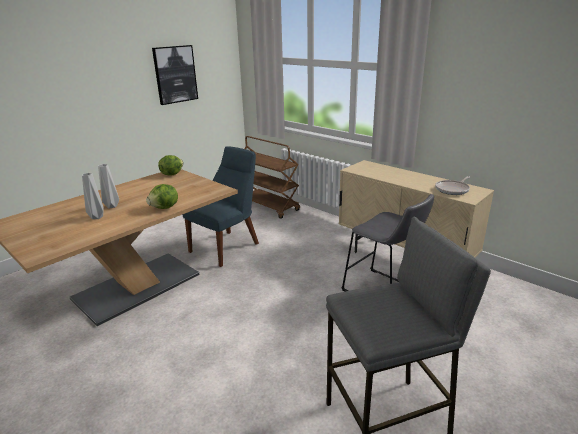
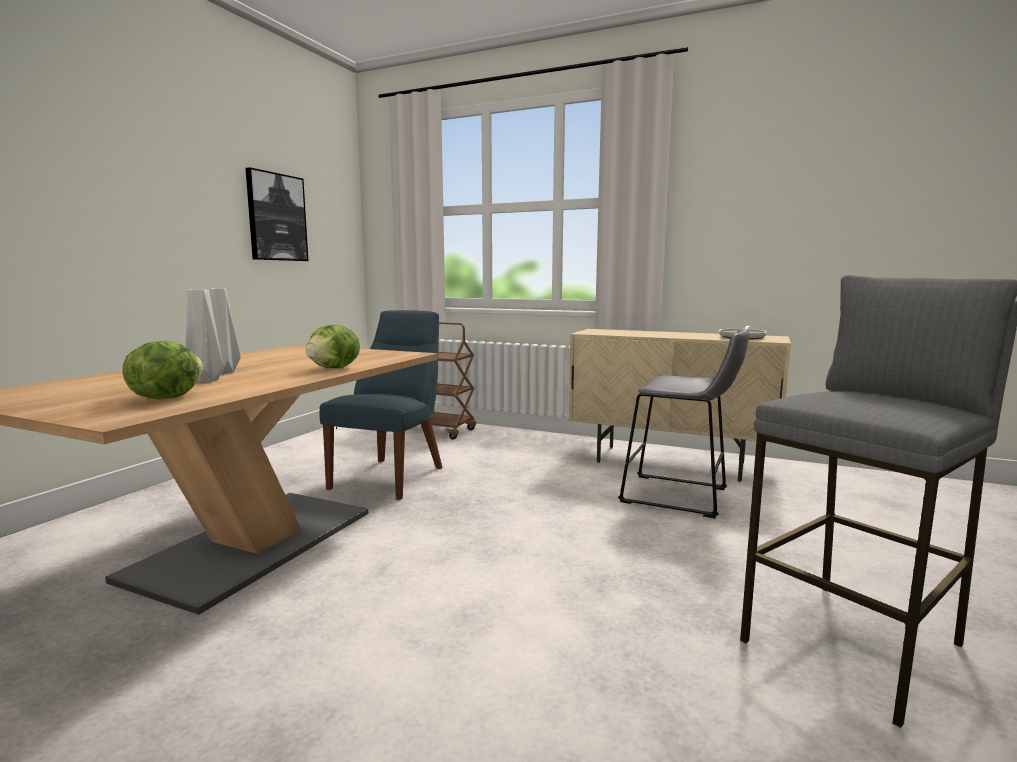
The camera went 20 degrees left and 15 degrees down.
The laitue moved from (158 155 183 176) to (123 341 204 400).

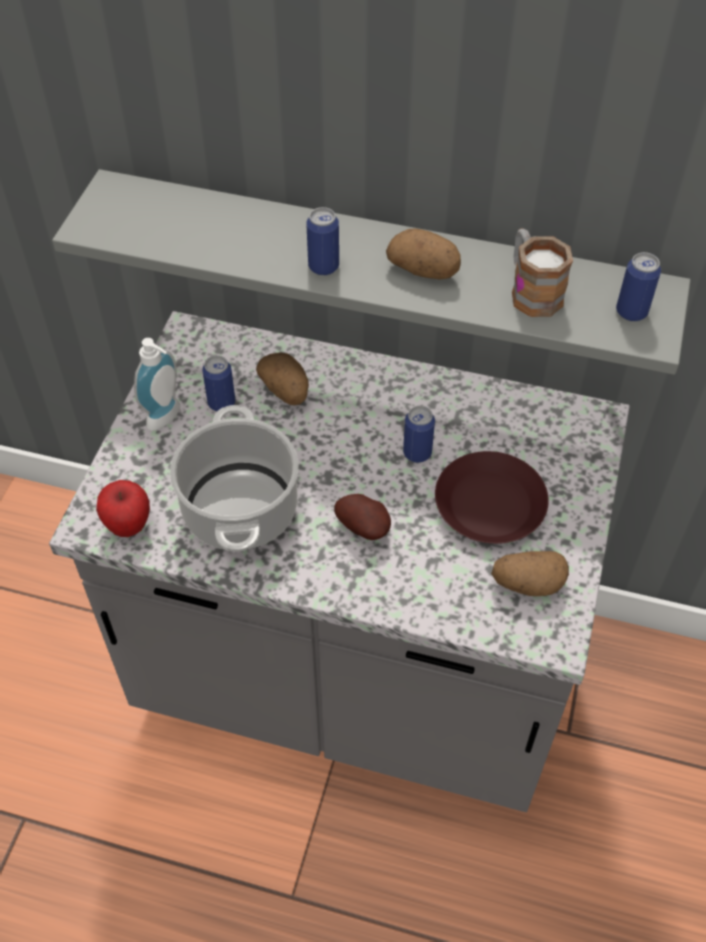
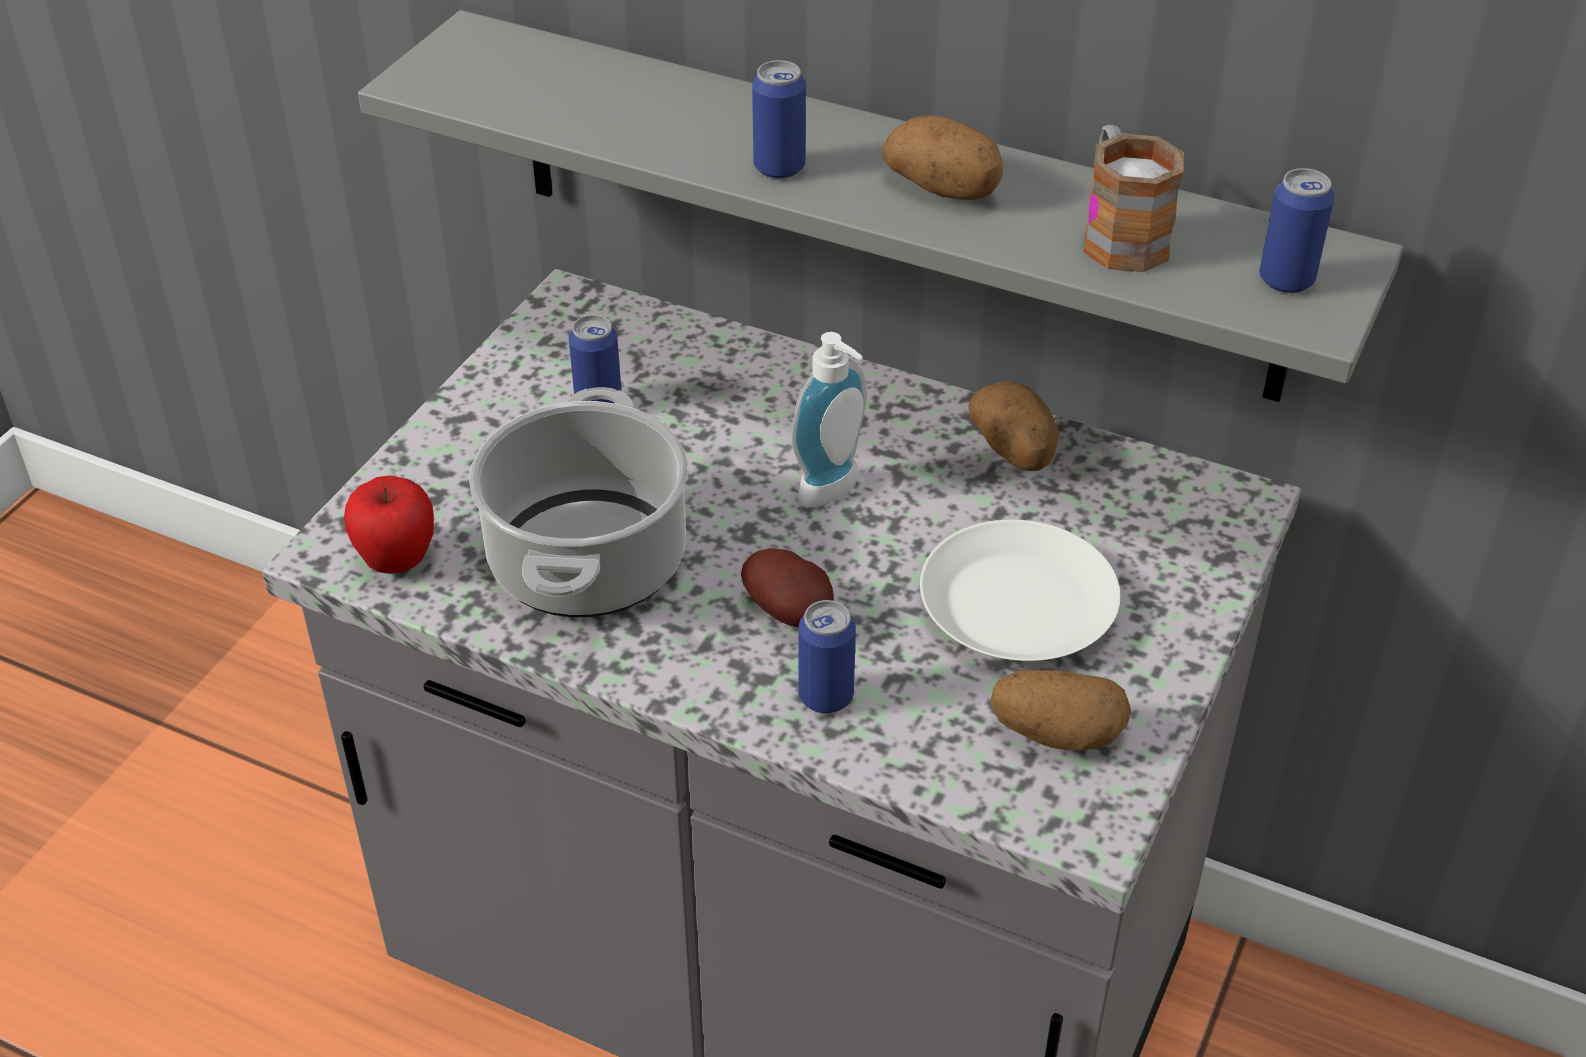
The camera went 10 degrees right and 10 degrees down.
The distributeur de savon moved from (134 338 180 431) to (792 332 867 508).
The pomme de terre moved from (256 352 309 405) to (968 382 1059 471).
The boîte métallique moved from (403 406 435 463) to (798 600 856 714).
The assiette/marron at (435 451 549 544) became the assiette/blanc at (920 520 1120 661).

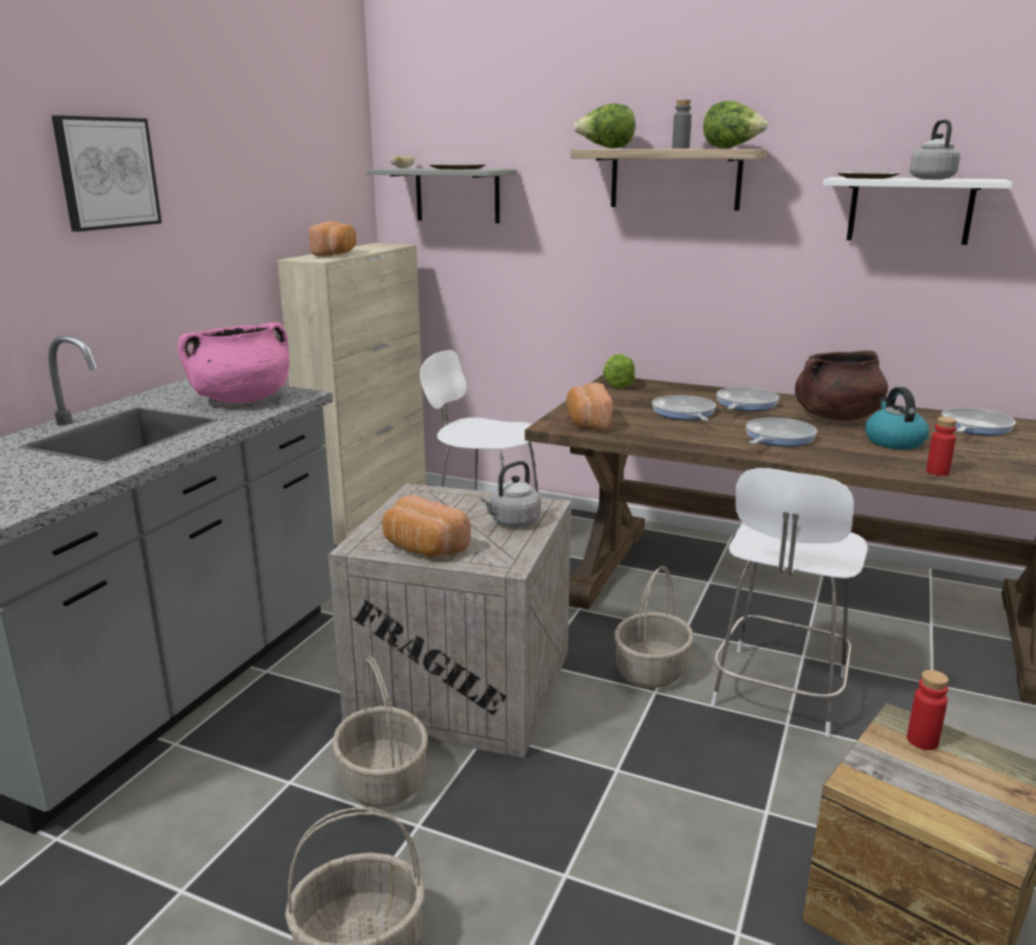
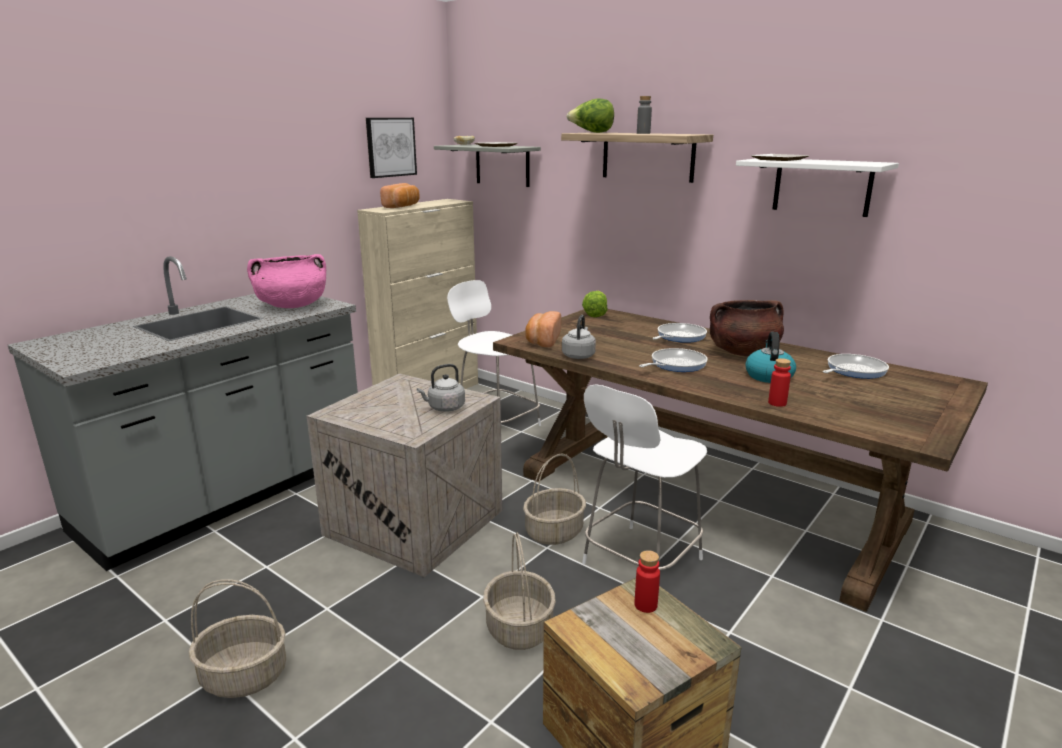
The camera went 15 degrees right and 0 degrees up.
The tableau moved from (52 115 162 232) to (366 118 417 178).
The panier moved from (332 657 428 807) to (483 533 556 650).
The pain at (382 495 471 557) disappeared.
The poêle at (652 395 716 421) disappeared.
The laitue at (703 101 768 149) disappeared.
The bouilloire/gris moved from (909 119 960 180) to (562 315 596 359).

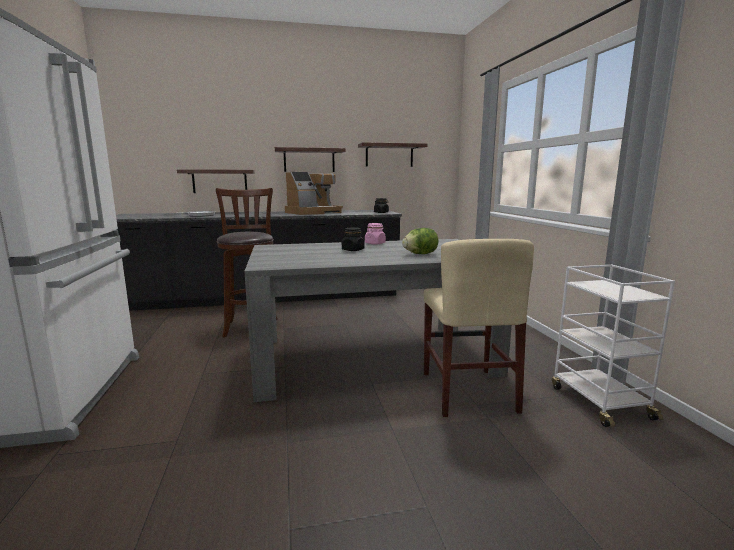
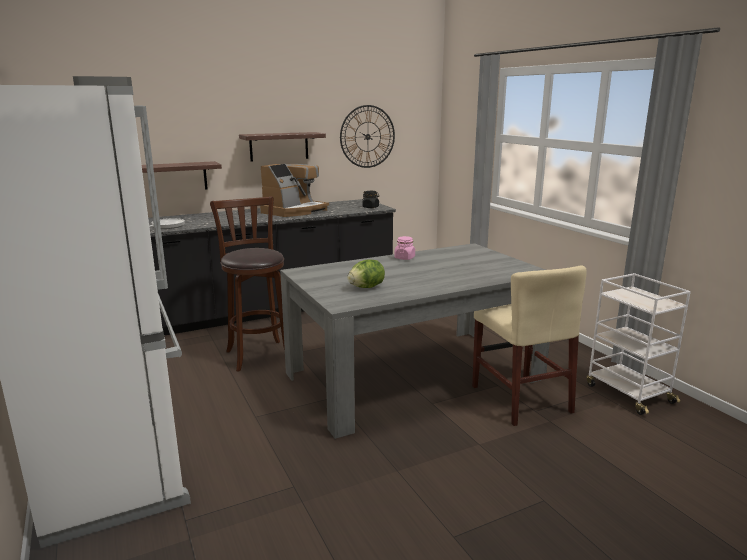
The camera went 15 degrees left and 5 degrees up.
The bocal/noir at (342 228 365 251) disappeared.
The étagère at (358 142 428 167) was replaced by the horloge murale at (340 105 395 168).
The laitue moved from (402 228 438 254) to (347 260 385 288).

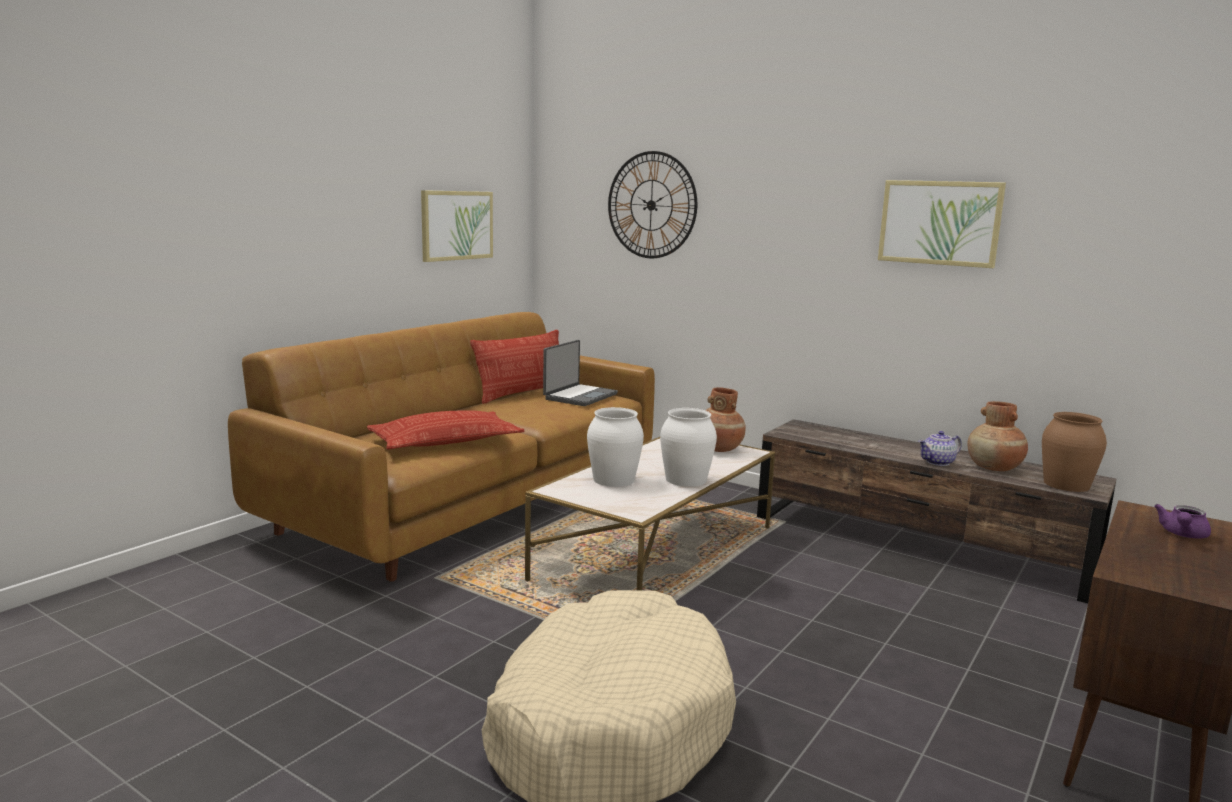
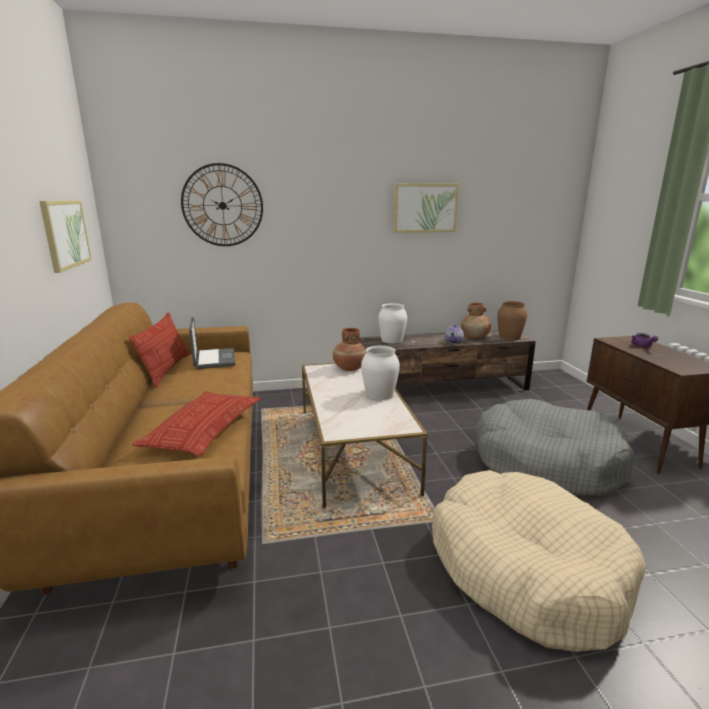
The camera went 45 degrees left and 5 degrees up.
The vase/blanc moved from (587 407 644 487) to (378 303 407 343).
The panier pour chien/gris at (476 399 635 496) appeared.

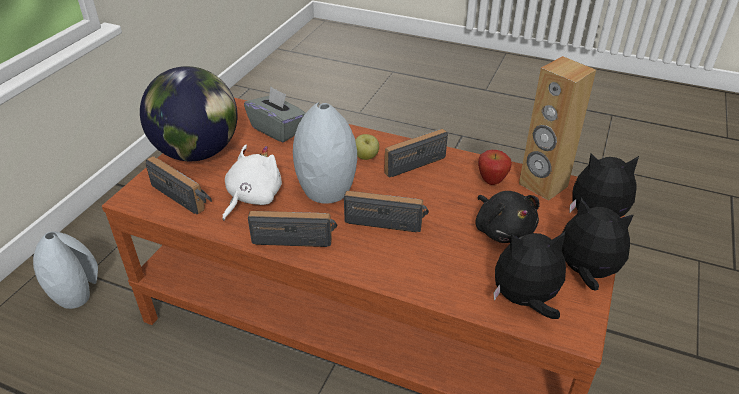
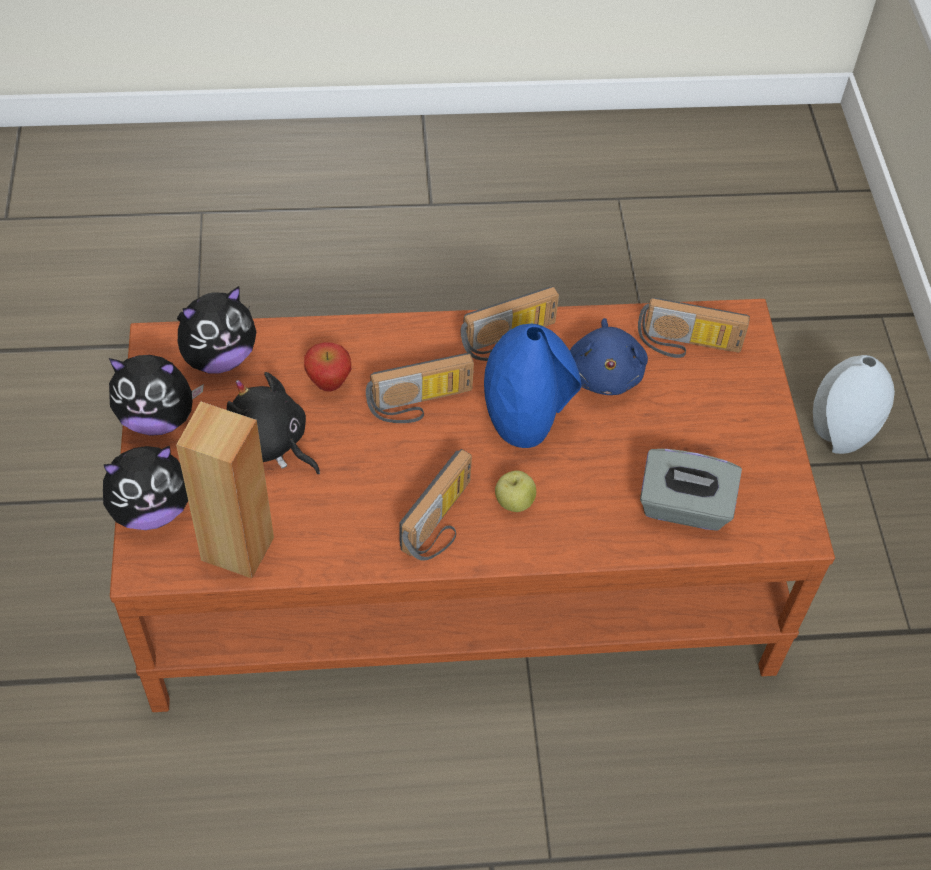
The camera went 150 degrees right and 15 degrees up.
The globe at (140 66 238 161) disappeared.
The peluche/blanc at (222 144 282 221) became the peluche/bleu at (570 318 648 395).
The vase/gris at (293 102 357 204) became the vase/bleu at (484 324 582 448).
The pomme moved from (478 150 512 185) to (304 342 351 391).

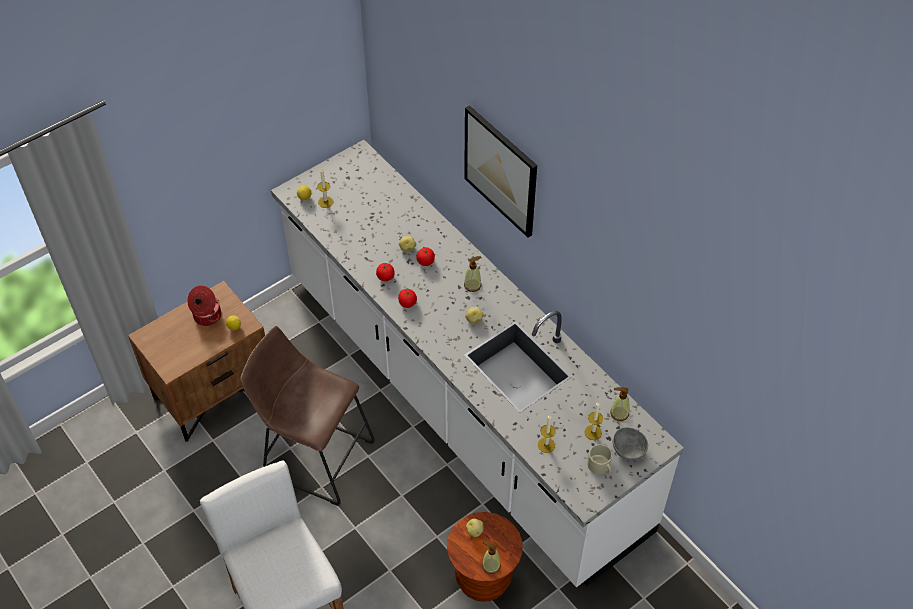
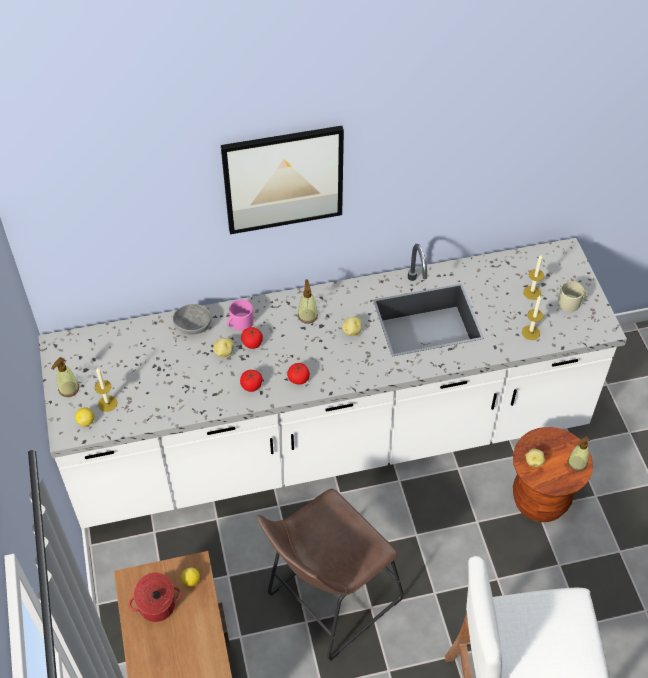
The camera went 65 degrees left and 0 degrees up.
The distributeur de savon moved from (610 387 630 421) to (51 357 79 397).
The bol/gris moved from (612 427 648 461) to (173 304 211 335).
The mug/rose at (227 300 254 331) appeared.

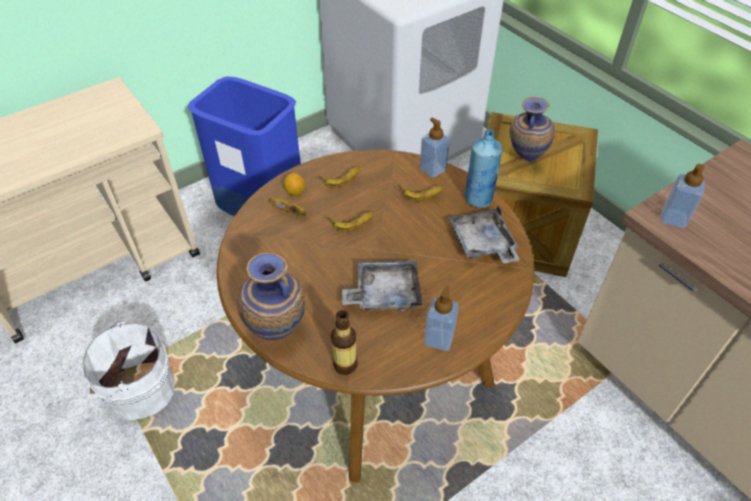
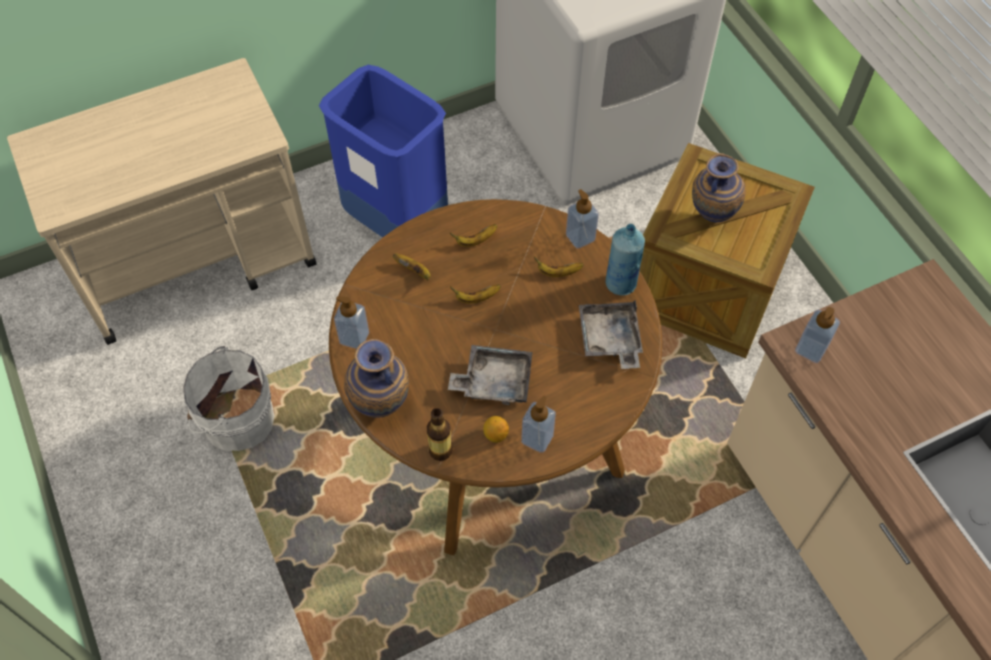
The camera went 10 degrees right and 10 degrees up.
The citron moved from (284 173 305 196) to (483 416 509 443).
The distributeur de savon at (334 296 369 349) appeared.

